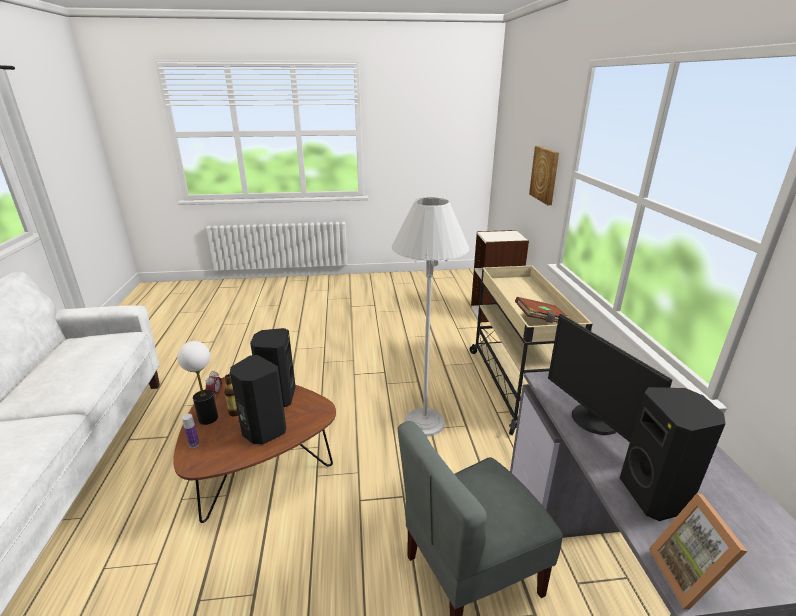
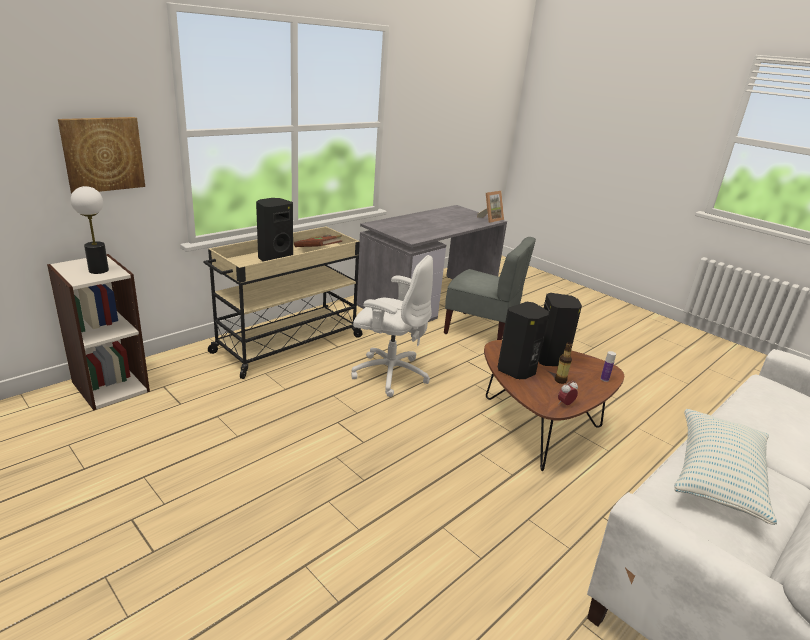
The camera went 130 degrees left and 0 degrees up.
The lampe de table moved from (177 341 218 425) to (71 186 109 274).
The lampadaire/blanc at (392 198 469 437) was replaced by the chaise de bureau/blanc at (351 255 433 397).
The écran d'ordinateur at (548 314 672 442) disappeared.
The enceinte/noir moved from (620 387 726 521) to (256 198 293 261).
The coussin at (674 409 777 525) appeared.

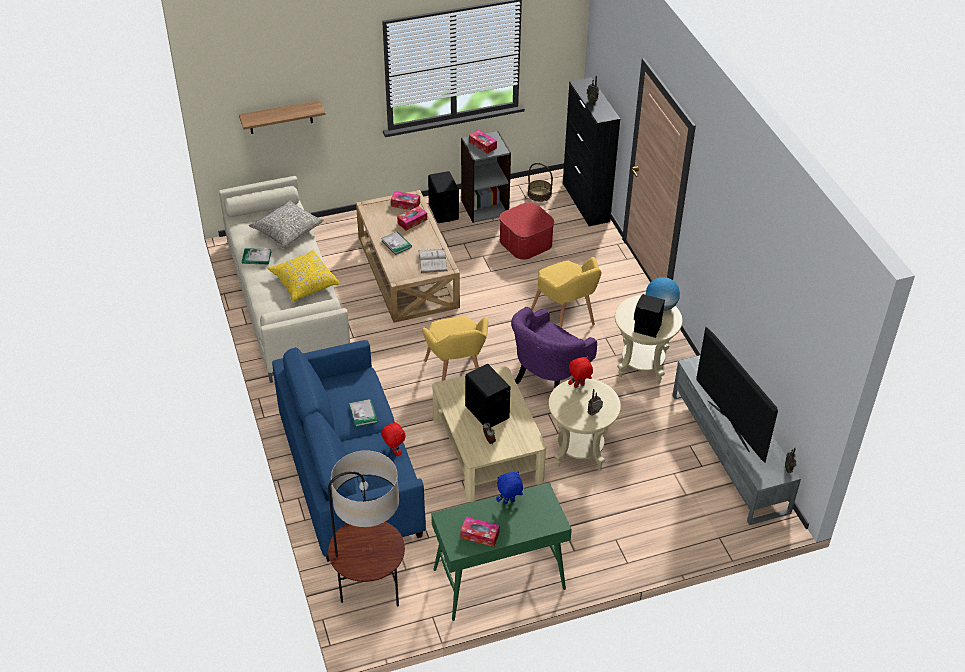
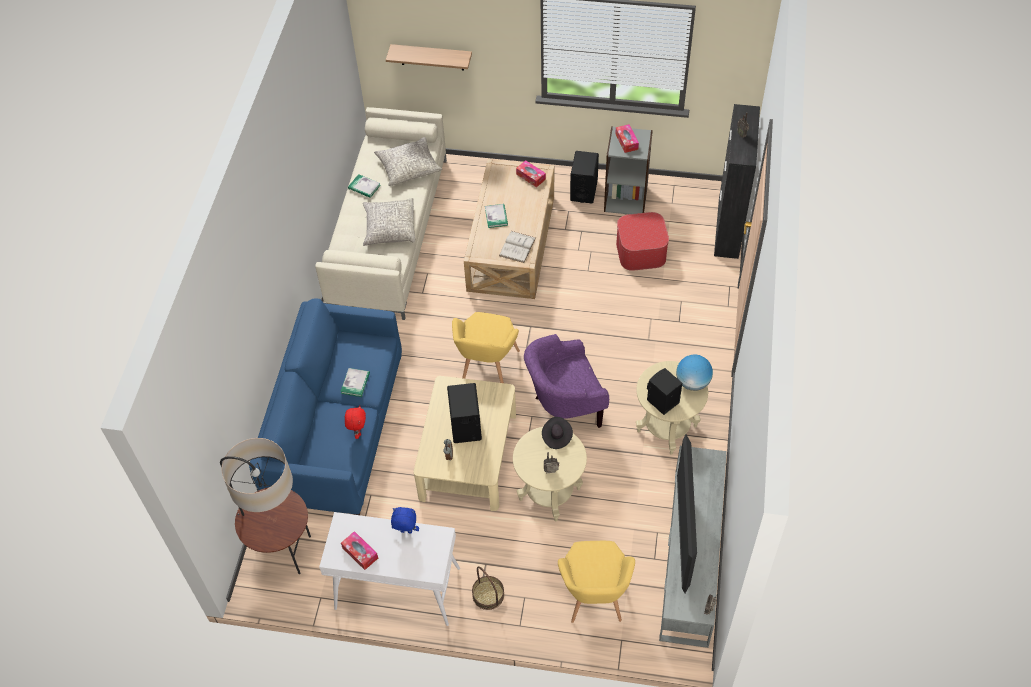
The camera went 30 degrees right and 10 degrees up.
The coussin/jaune at (267 250 340 302) became the coussin/gris at (363 198 415 246).
The boîte à mouchoirs at (397 206 427 231) disappeared.
The table console/vert at (431 483 572 621) became the table console/blanc at (319 512 460 626).
The panier moved from (528 163 553 202) to (472 566 504 610).
The fauteuil/jaune moved from (531 257 602 328) to (558 541 635 623).
The peluche/rouge at (568 356 593 388) was replaced by the chapeau/noir at (542 417 573 449).

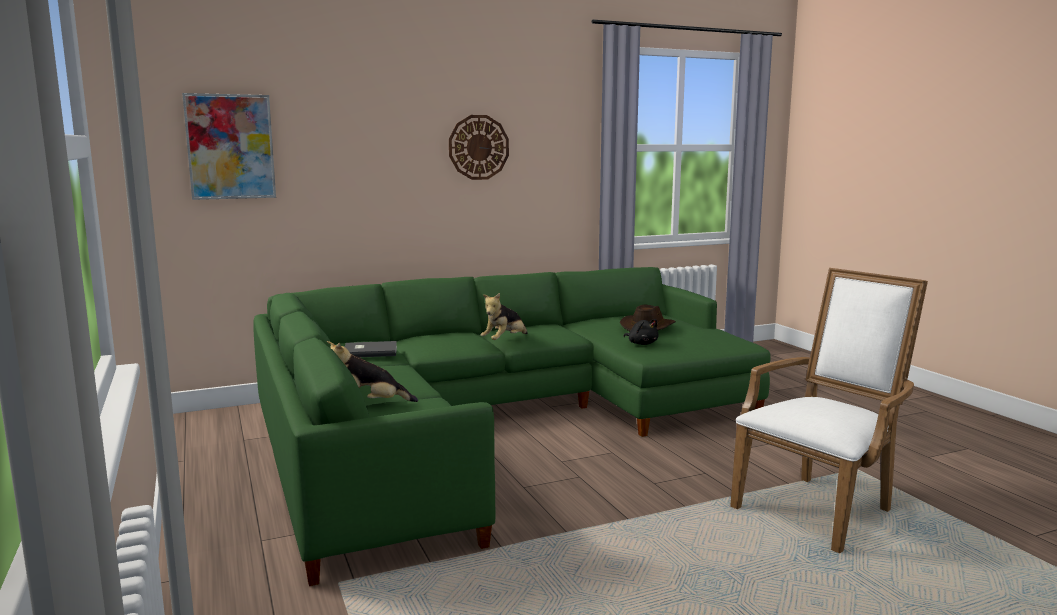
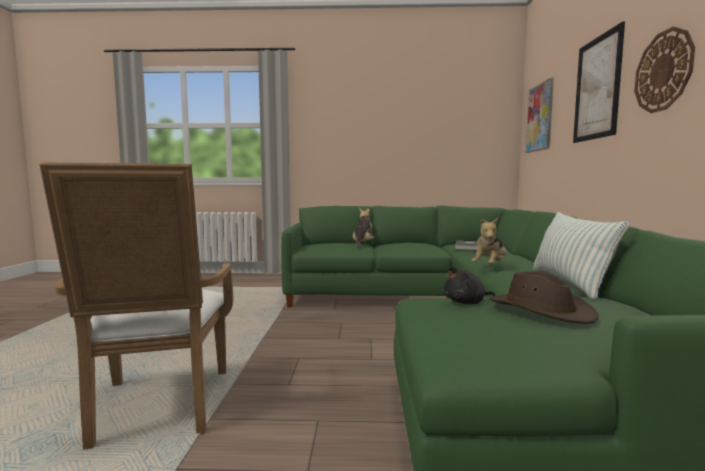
The camera went 115 degrees right and 5 degrees down.
The peluche at (481 293 528 340) turned 120 degrees counterclockwise.
The coussin at (533 212 629 300) appeared.
The tableau at (573 21 625 143) appeared.

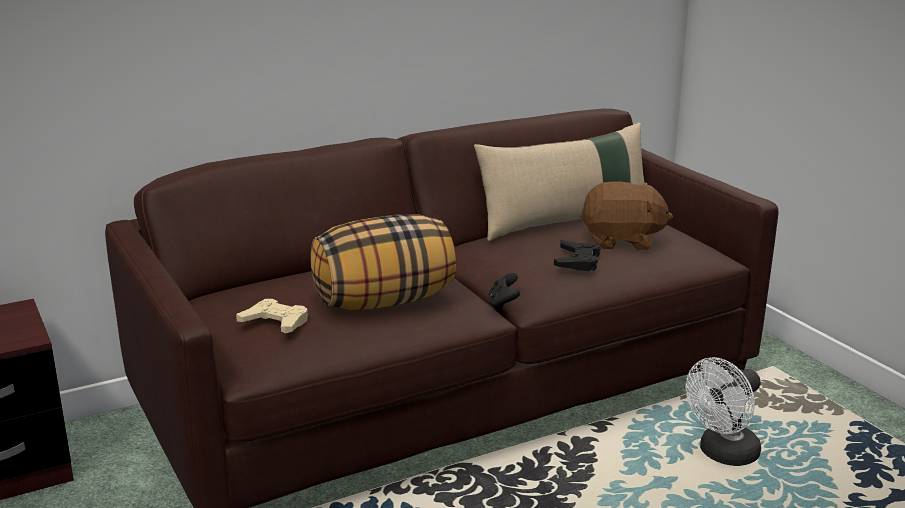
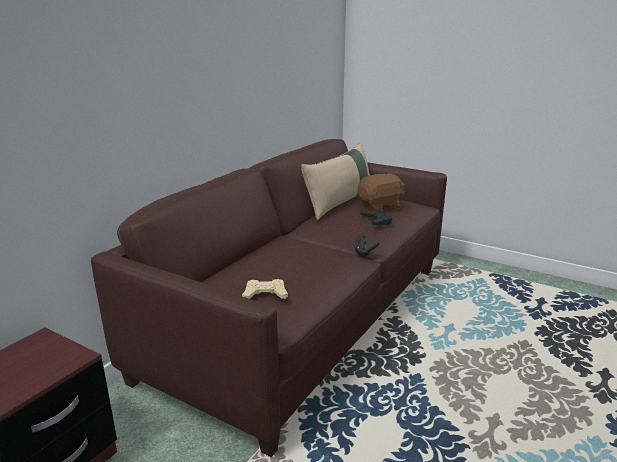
The camera went 30 degrees left and 0 degrees up.
The coussin at (310 215 456 310) disappeared.
The ventilateur/blanc at (686 357 761 466) disappeared.

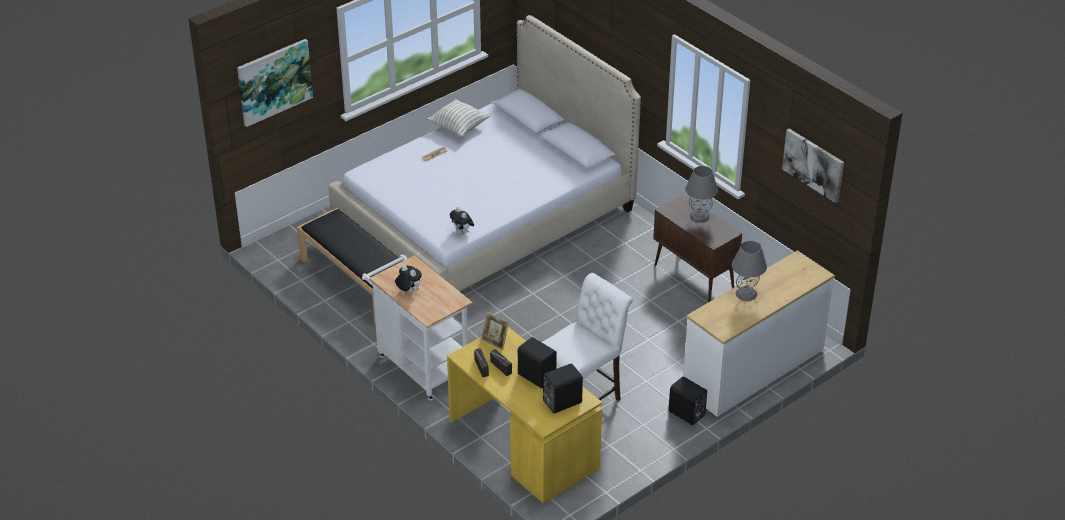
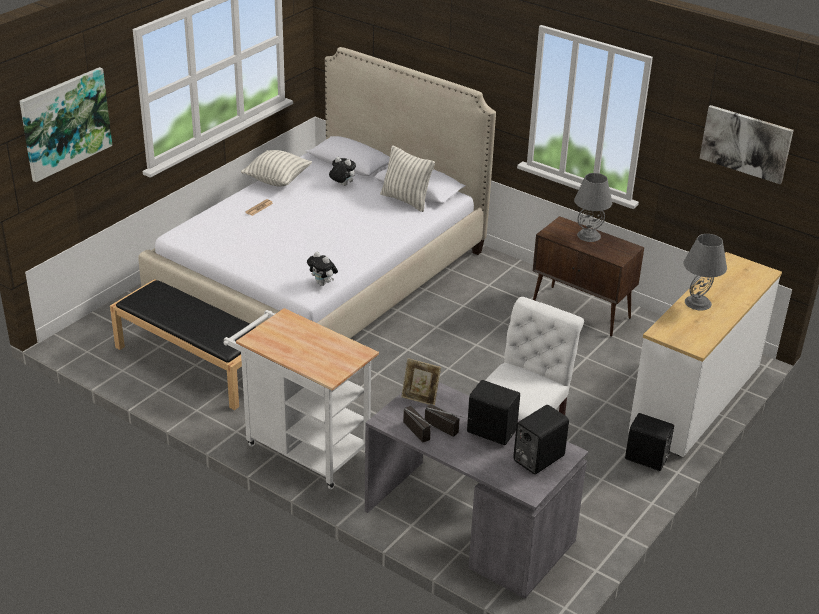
The camera went 15 degrees left and 5 degrees down.
The peluche moved from (395 265 422 293) to (329 157 356 186).
The bureau/jaune at (447 327 602 504) became the bureau/gris at (365 382 588 599).
The coussin at (380 145 435 212) appeared.

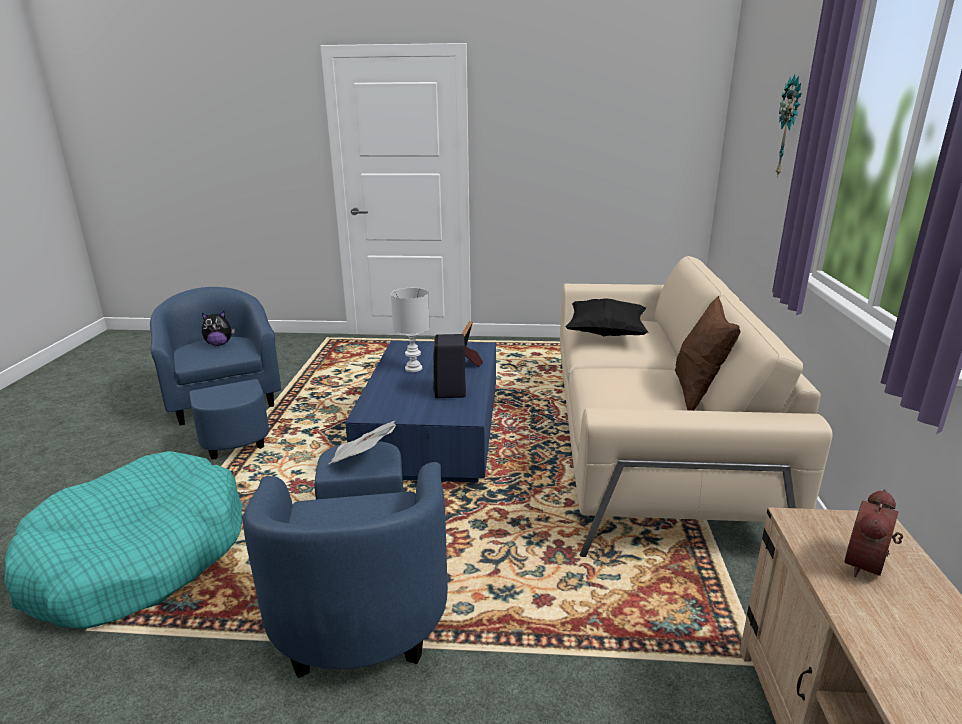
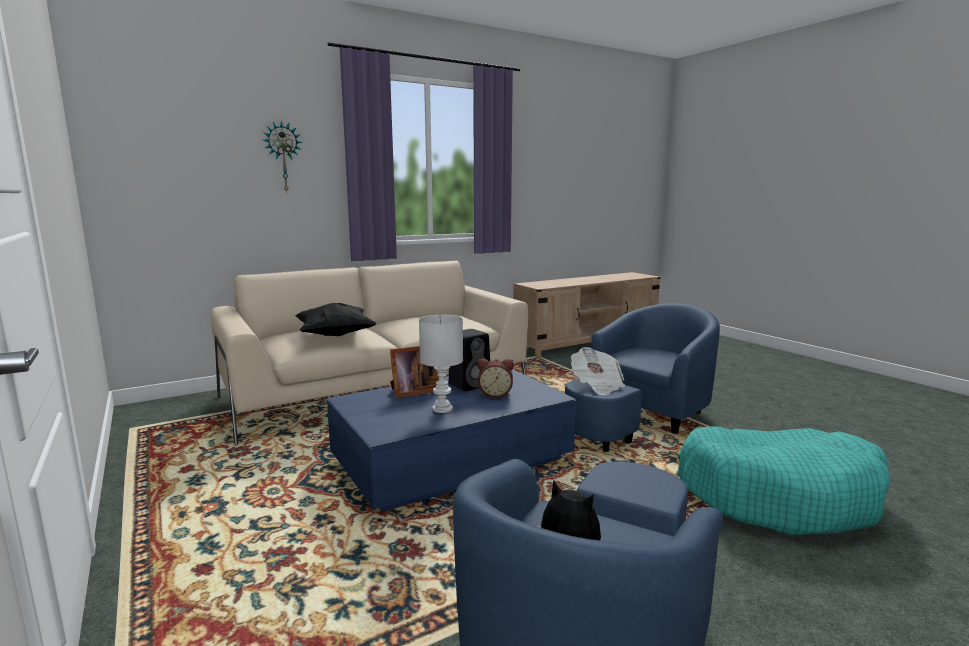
The camera went 125 degrees left and 10 degrees down.
The coussin/marron at (675 296 741 411) disappeared.
The réveil moved from (845 489 903 577) to (477 359 514 398).

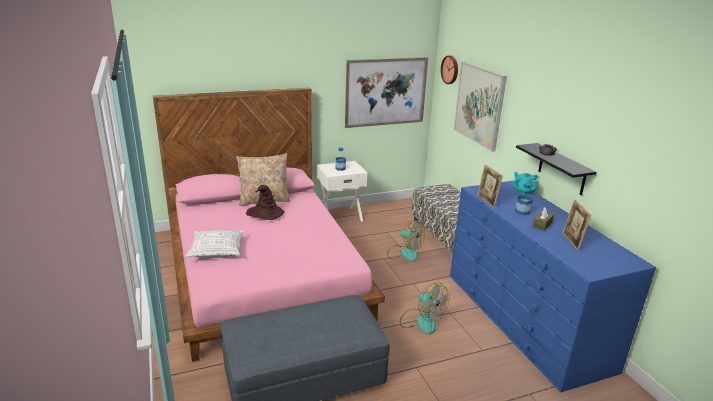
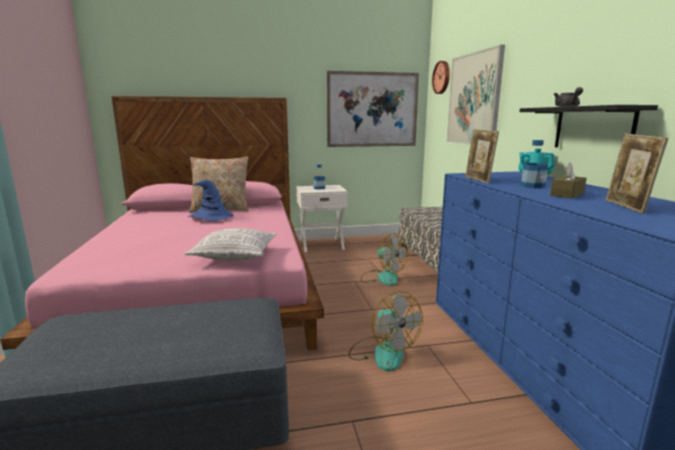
The camera went 10 degrees right and 10 degrees down.
The coussin moved from (185 230 244 258) to (184 228 277 261).
The chapeau/marron at (246 185 284 220) became the chapeau/bleu at (188 180 234 221).

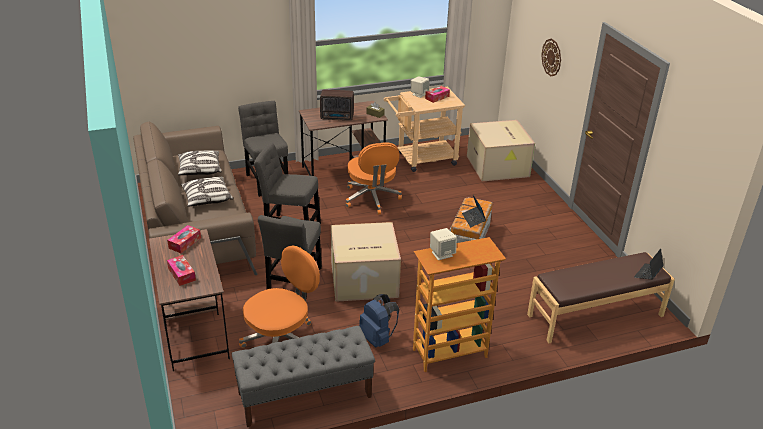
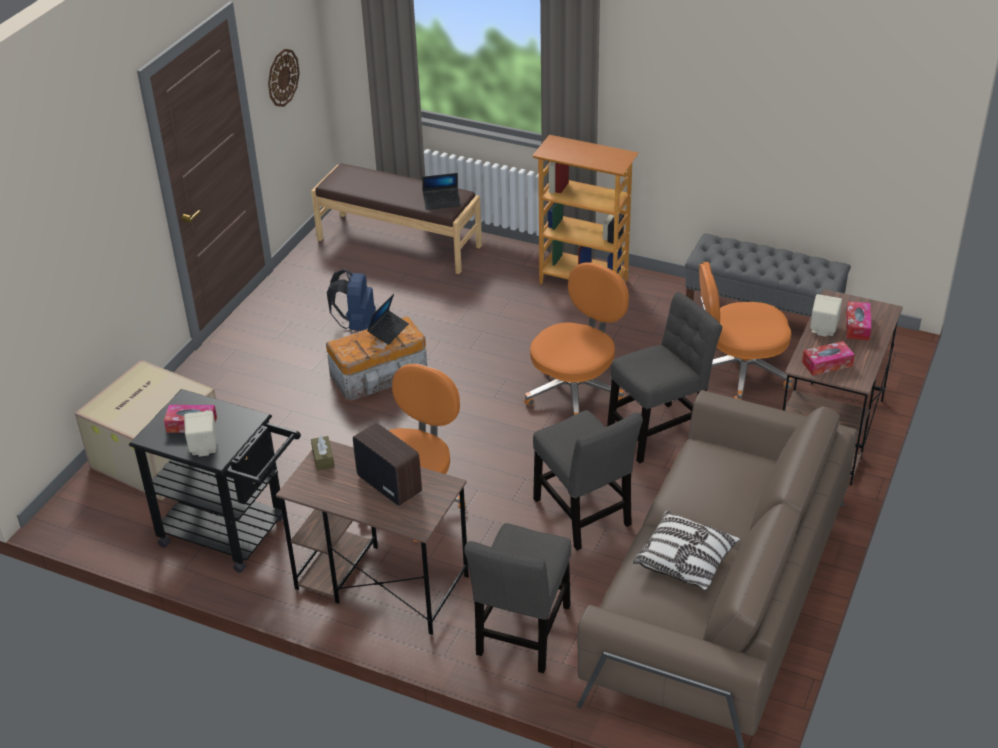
The camera went 135 degrees left and 5 degrees up.
The coussin at (181 177 233 207) disappeared.
The carton at (331 222 401 302) was replaced by the chaise de bureau/orange at (524 263 629 415).
The sac à dos/bleu moved from (359 294 399 348) to (327 269 376 330).
The chariot/beige at (384 87 465 172) became the chariot/noir at (129 389 301 573).
The enceinte/beige moved from (430 228 457 260) to (810 294 842 337).
The horloge murale moved from (541 38 561 76) to (268 49 300 107).
The ordinateur portable moved from (634 249 664 280) to (422 173 461 210).

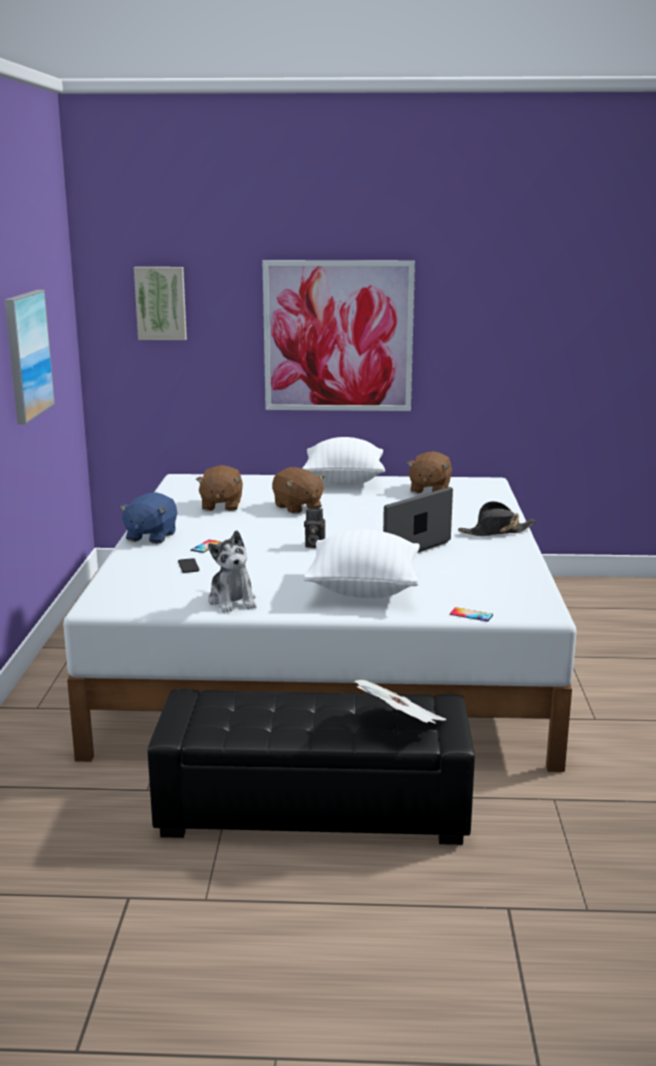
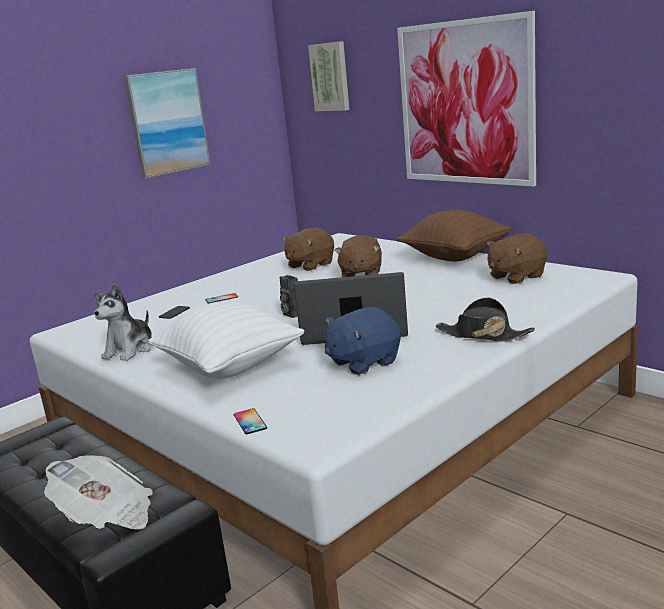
The camera went 45 degrees right and 0 degrees up.
The peluche/bleu moved from (119 492 177 544) to (325 307 401 375).
The coussin/blanc at (302 437 385 485) became the coussin/marron at (396 210 511 261).

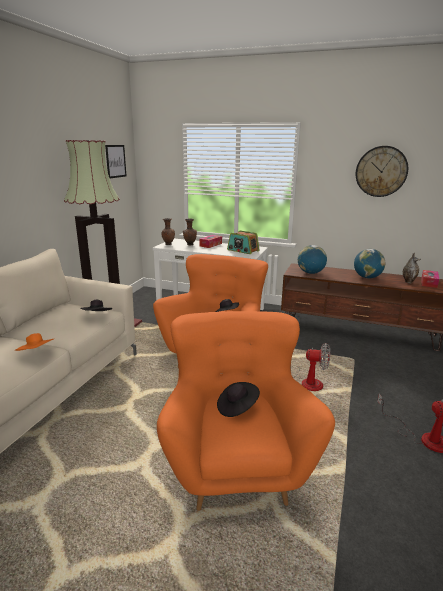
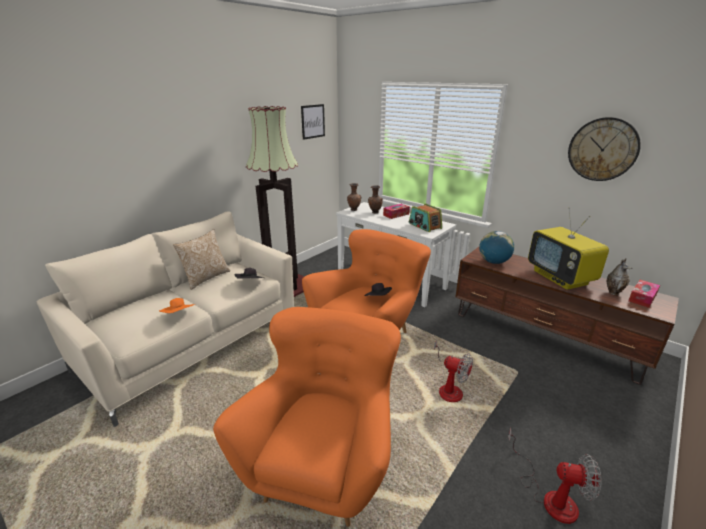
The camera went 20 degrees right and 5 degrees up.
The chapeau/noir at (217 382 260 417) disappeared.
The globe at (354 249 385 278) was replaced by the téléviseur at (528 208 609 290).
The coussin at (173 229 230 290) appeared.

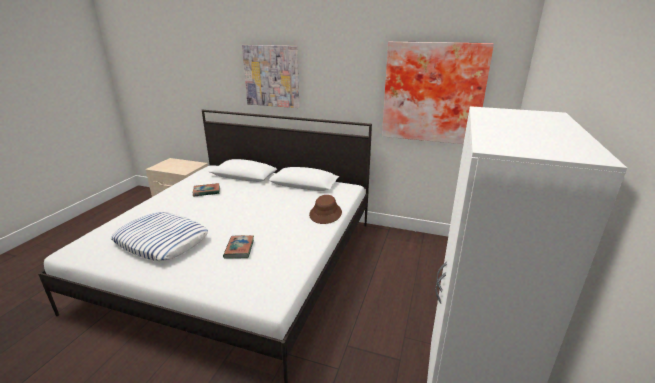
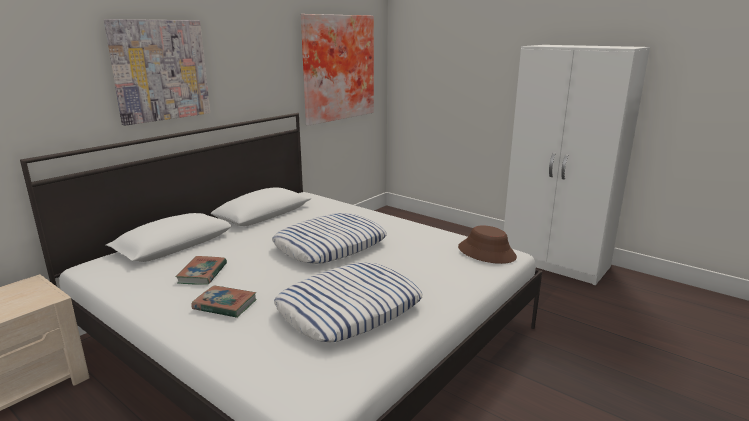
The camera went 70 degrees left and 5 degrees down.
The livre moved from (223 235 254 259) to (192 285 256 318).
The chapeau/marron moved from (309 195 342 224) to (458 225 517 264).
The coussin at (272 213 387 264) appeared.

